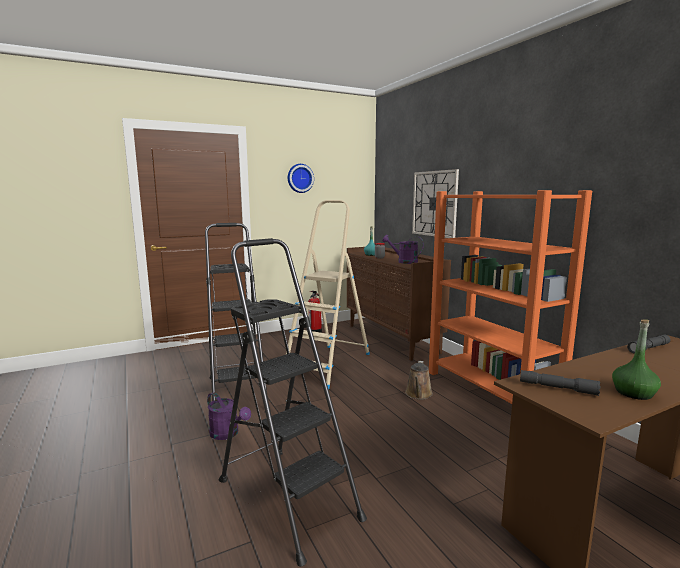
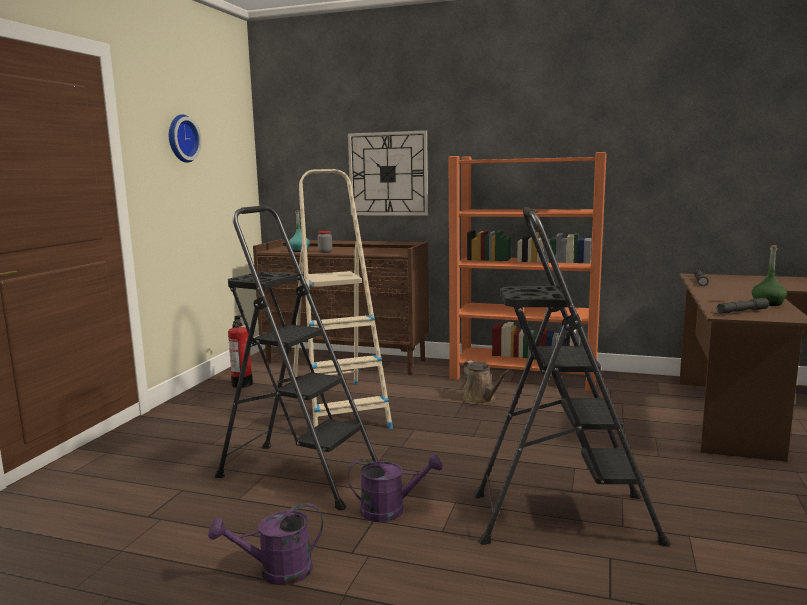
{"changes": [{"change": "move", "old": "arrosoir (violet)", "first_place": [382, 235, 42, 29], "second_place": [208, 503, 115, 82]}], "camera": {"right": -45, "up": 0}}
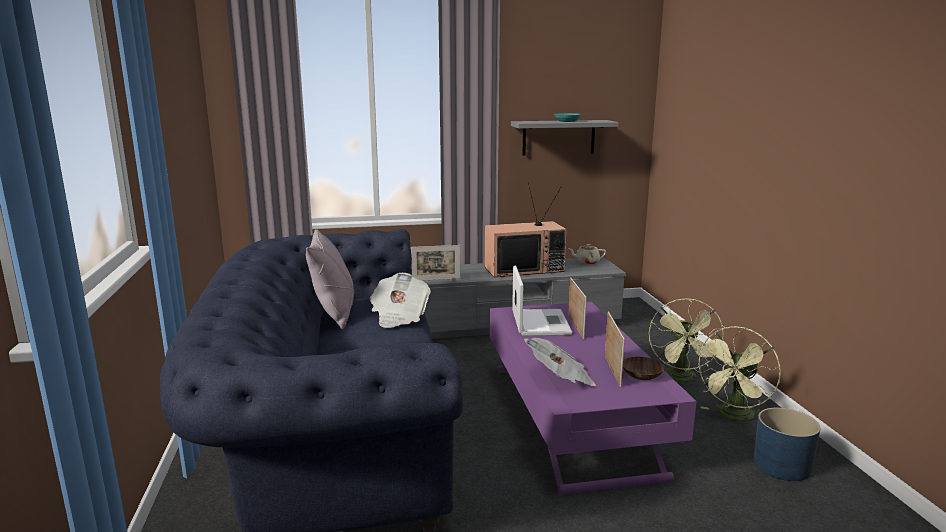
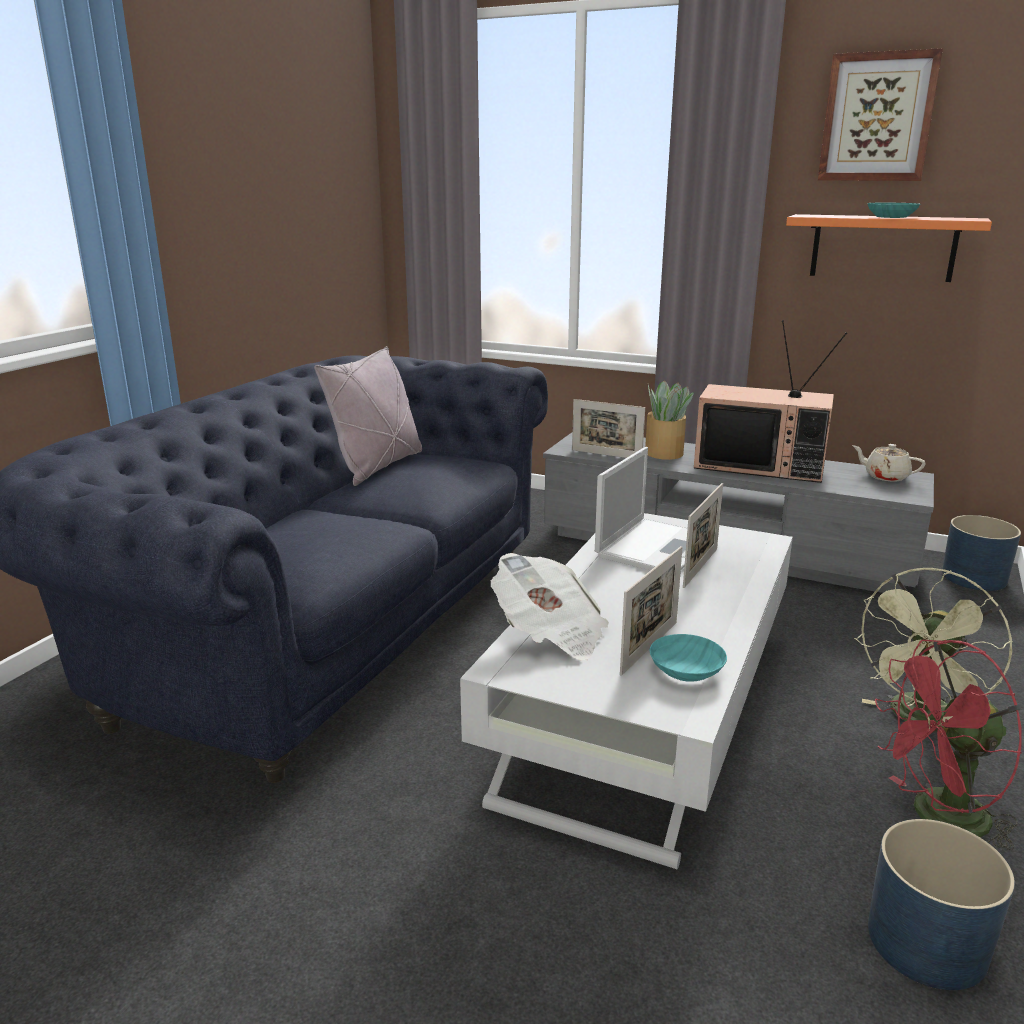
{"changes": [{"change": "recolor", "old": "table basse (violet)", "new": "table basse (blanc)", "first_place": [490, 302, 207, 193], "second_place": [460, 513, 333, 356]}, {"change": "insert", "new": "plante en pot", "second_place": [645, 381, 49, 79]}, {"change": "recolor", "old": "bol (marron)", "new": "bol (turquoise)", "first_place": [623, 357, 42, 23], "second_place": [649, 634, 78, 48]}, {"change": "recolor", "old": "étagère (gris)", "new": "étagère (orange)", "first_place": [511, 120, 108, 36], "second_place": [786, 214, 206, 68]}, {"change": "insert", "new": "tableau", "second_place": [818, 48, 125, 133]}, {"change": "recolor", "old": "ventilateur (vert)", "new": "ventilateur (rouge)", "first_place": [693, 326, 88, 96], "second_place": [875, 640, 147, 210]}, {"change": "insert", "new": "cache-pot (bleu)", "second_place": [942, 515, 79, 76]}, {"change": "delete", "old": "journal", "first_place": [370, 273, 61, 55]}], "camera": {"right": 35, "up": 5}}
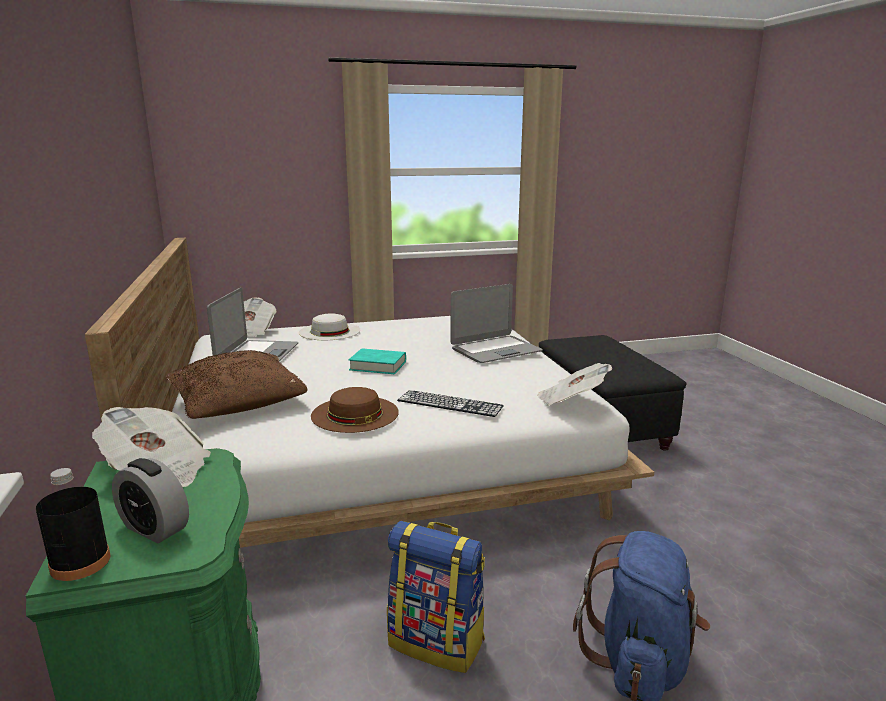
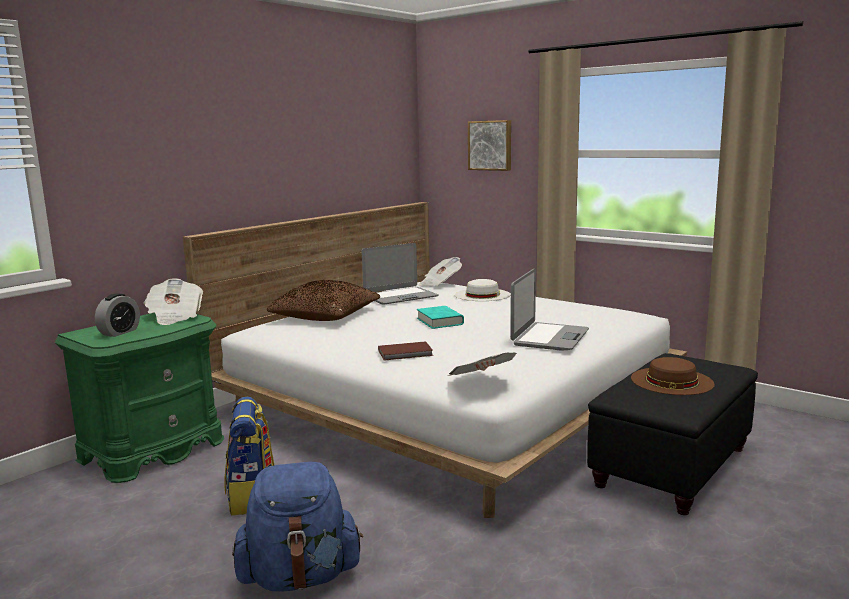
{"changes": [{"change": "rotate", "old": "réveil", "first_place": [112, 458, 77, 85], "second_place": [95, 293, 45, 44], "degrees": -150}, {"change": "replace", "old": "clavier", "new": "livre (marron)", "first_place": [397, 390, 107, 27], "second_place": [378, 341, 55, 20]}, {"change": "insert", "new": "tableau", "second_place": [468, 120, 43, 51]}, {"change": "rotate", "old": "ordinateur portable", "first_place": [451, 284, 92, 79], "second_place": [511, 269, 78, 82], "degrees": -90}, {"change": "move", "old": "chapeau (marron)", "first_place": [311, 387, 88, 46], "second_place": [631, 357, 84, 38]}, {"change": "delete", "old": "bouteille (noir)", "first_place": [36, 468, 75, 113]}], "camera": {"right": 55, "up": -5}}
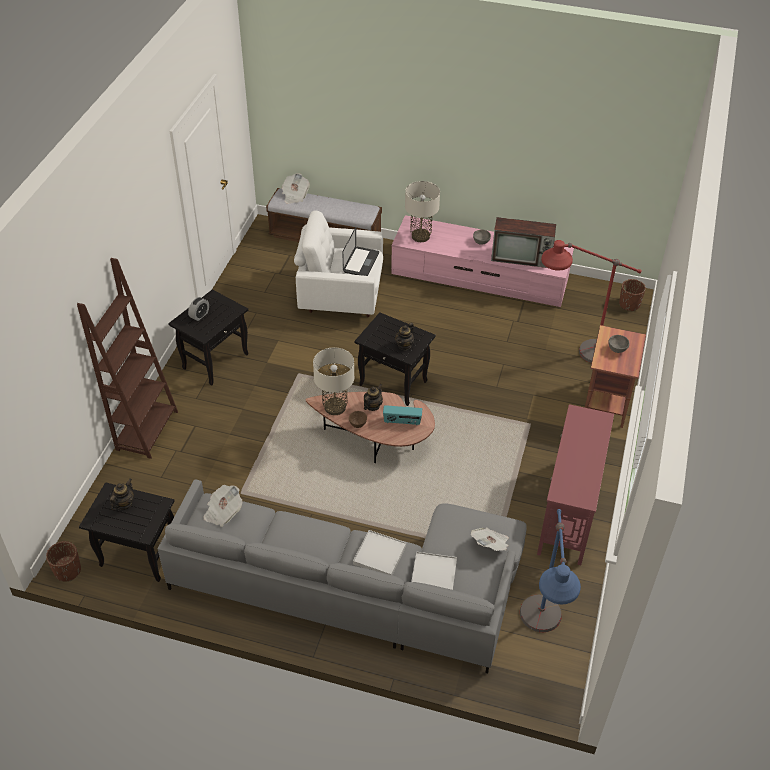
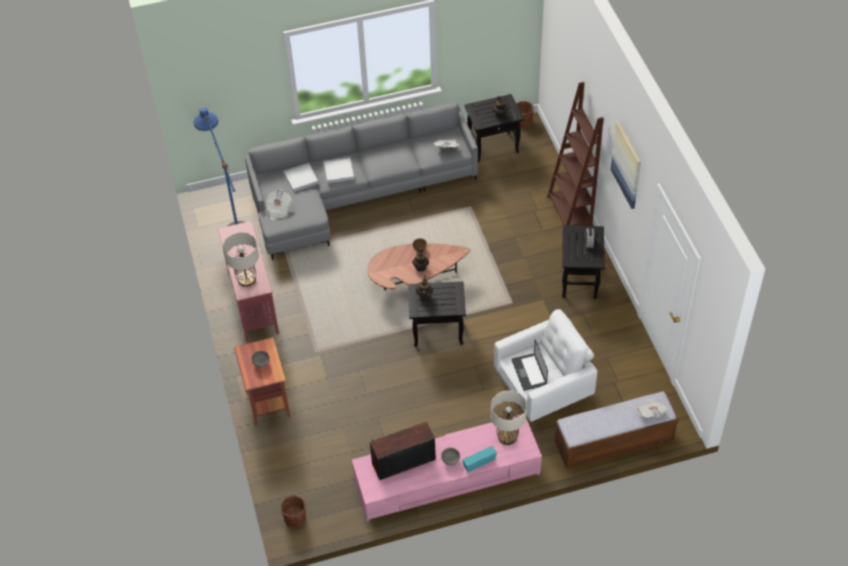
{"changes": [{"change": "move", "old": "lampe de table", "first_place": [313, 347, 41, 68], "second_place": [223, 232, 36, 55]}, {"change": "move", "old": "radio", "first_place": [383, 405, 39, 20], "second_place": [463, 446, 34, 26]}, {"change": "insert", "new": "tableau", "second_place": [611, 122, 30, 87]}, {"change": "delete", "old": "lampadaire (rouge)", "first_place": [541, 240, 101, 123]}], "camera": {"right": 150, "up": 5}}
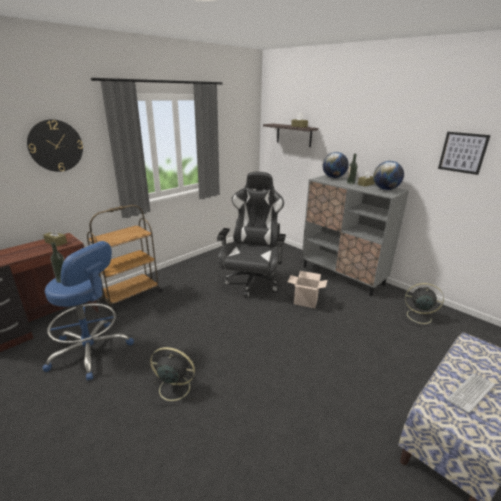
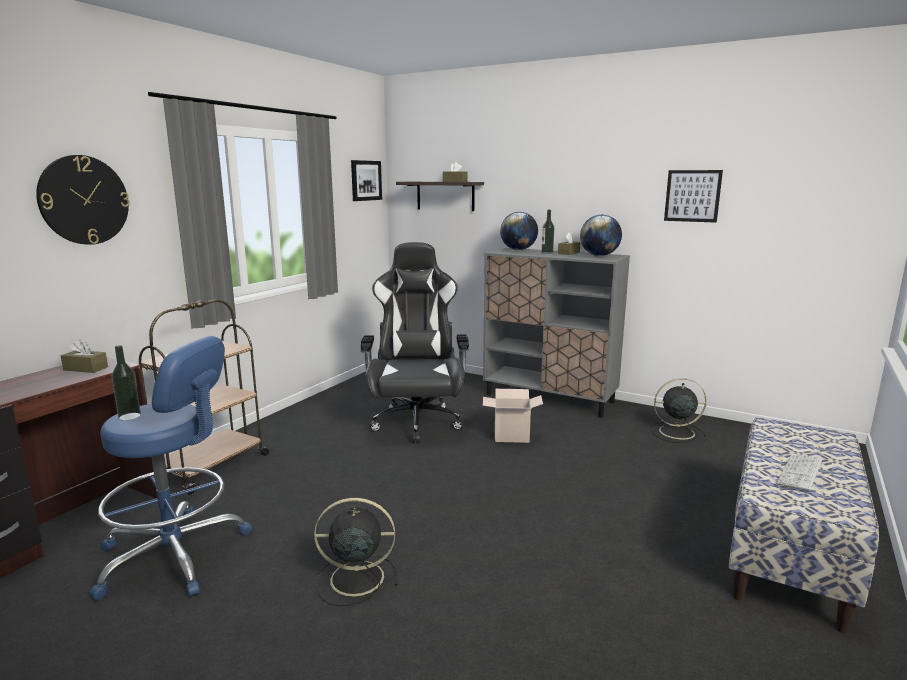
{"changes": [{"change": "insert", "new": "tableau", "second_place": [351, 160, 31, 41]}], "camera": {"right": -15, "up": -10}}
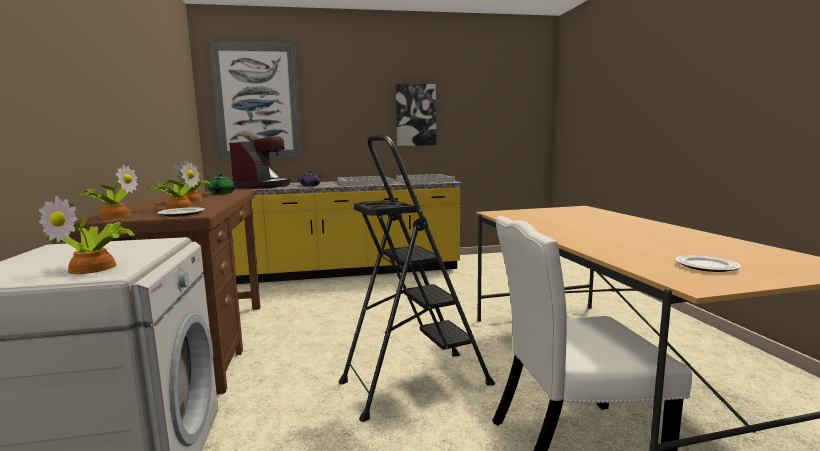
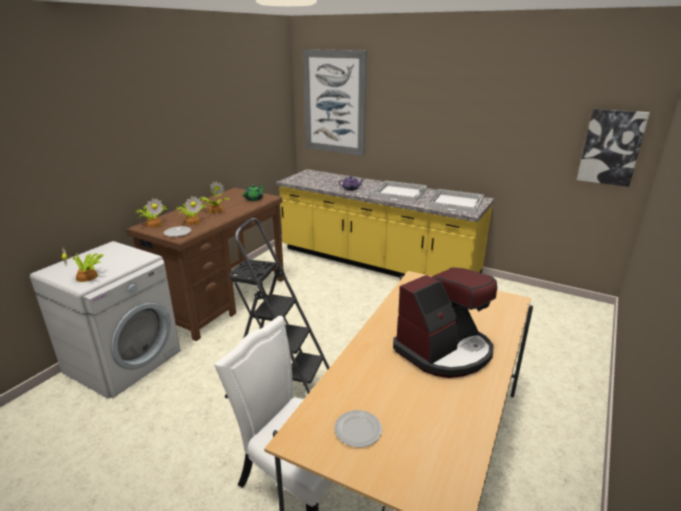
{"changes": [{"change": "move", "old": "machine à café", "first_place": [229, 137, 62, 52], "second_place": [393, 267, 104, 111]}, {"change": "move", "old": "tableau", "first_place": [396, 84, 40, 62], "second_place": [577, 109, 73, 78]}], "camera": {"right": 40, "up": 15}}
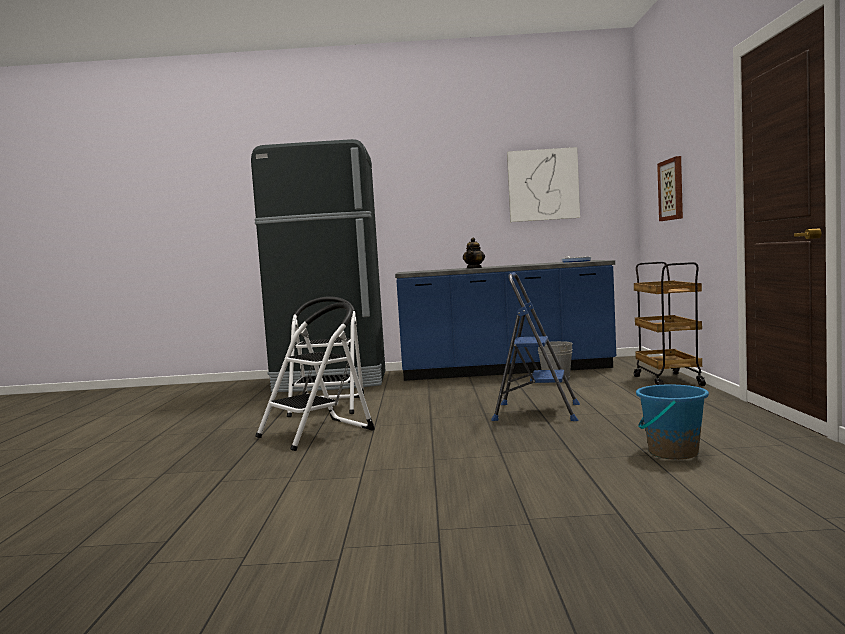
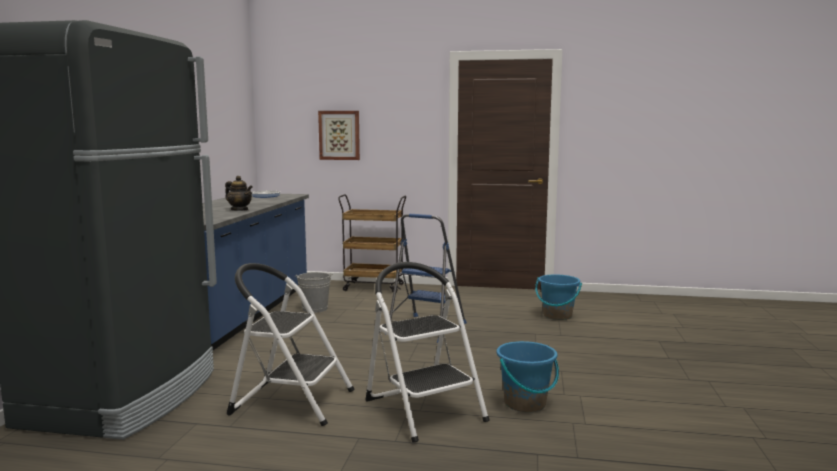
{"changes": [{"change": "insert", "new": "seau (bleu)", "second_place": [497, 341, 62, 71]}, {"change": "delete", "old": "tableau", "first_place": [507, 147, 73, 75]}], "camera": {"right": -80, "up": 5}}
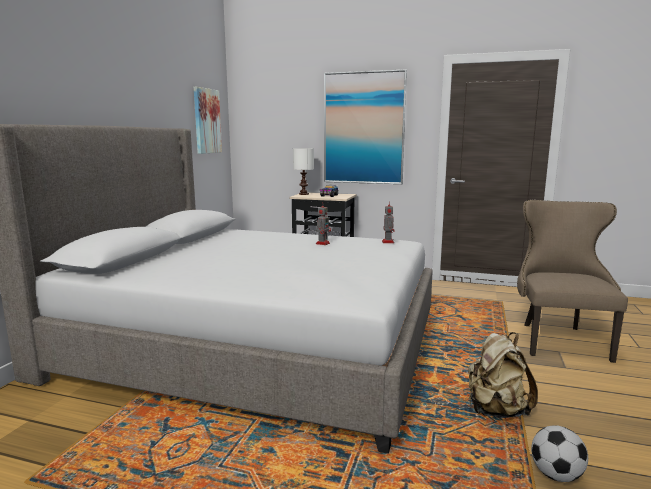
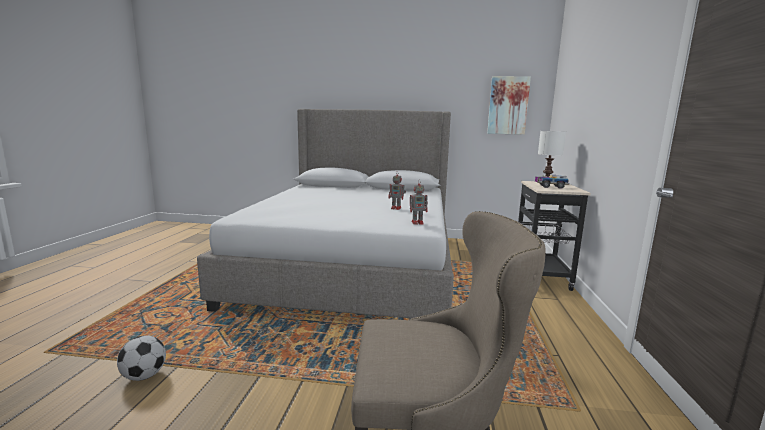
{"changes": [{"change": "delete", "old": "tableau", "first_place": [324, 69, 83, 115]}, {"change": "delete", "old": "sac à dos (beige)", "first_place": [468, 332, 70, 86]}], "camera": {"right": 80, "up": 0}}
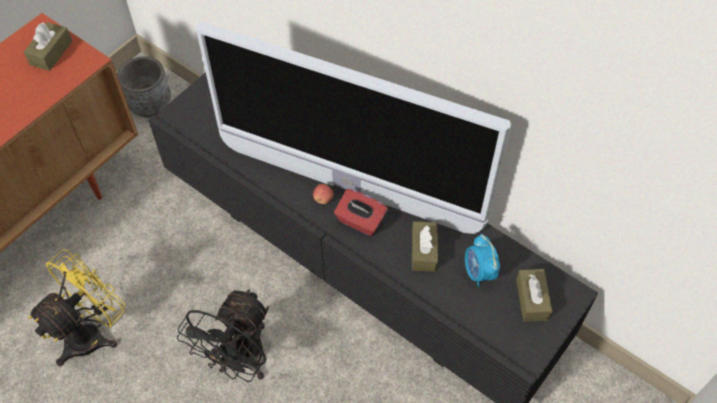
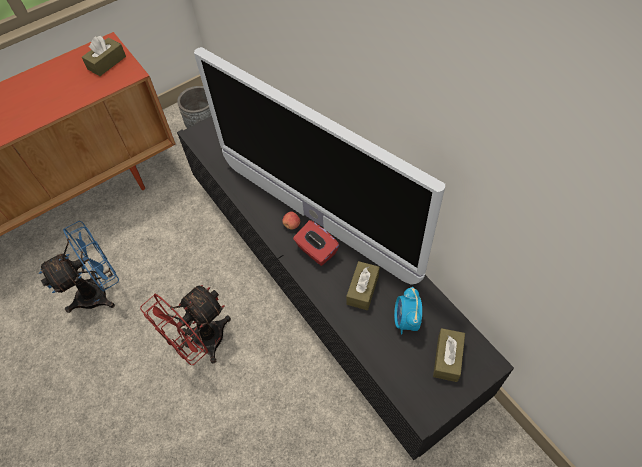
{"changes": [{"change": "recolor", "old": "ventilateur (jaune)", "new": "ventilateur (bleu)", "first_place": [28, 249, 97, 118], "second_place": [39, 221, 80, 92]}, {"change": "recolor", "old": "ventilateur (noir)", "new": "ventilateur (rouge)", "first_place": [177, 289, 92, 93], "second_place": [140, 285, 91, 80]}], "camera": {"right": 20, "up": 0}}
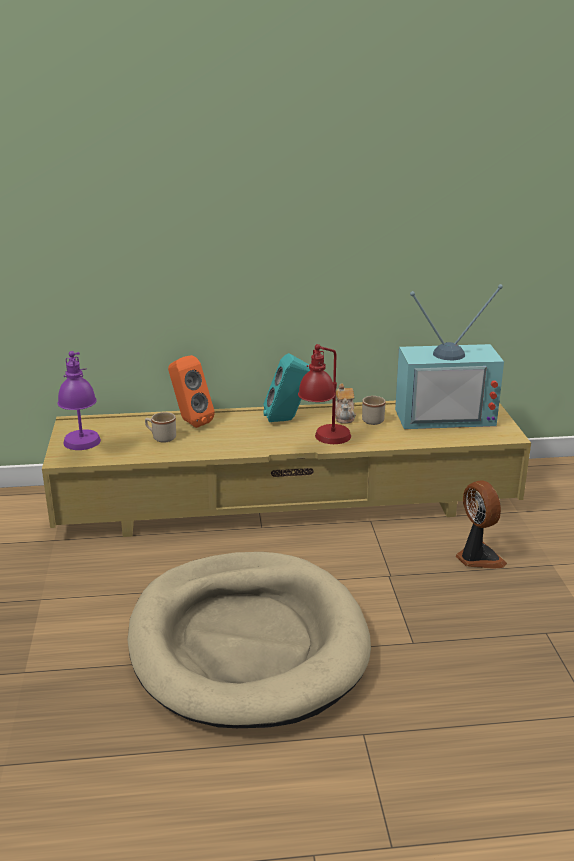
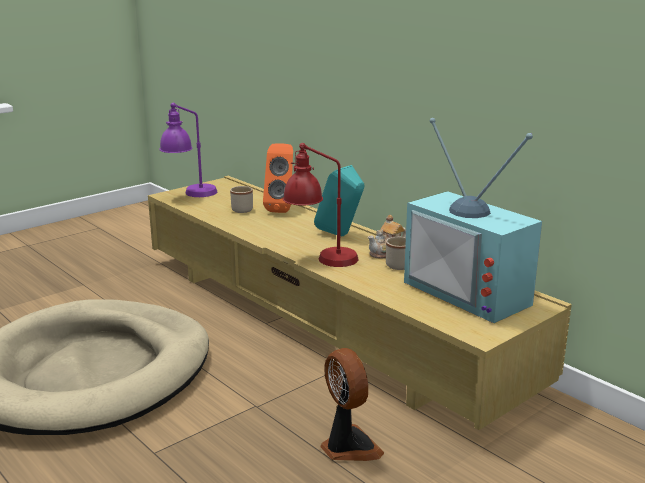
{"changes": [{"change": "rotate", "old": "ventilateur", "first_place": [456, 480, 51, 89], "second_place": [320, 348, 64, 113], "degrees": -60}], "camera": {"right": 55, "up": -5}}
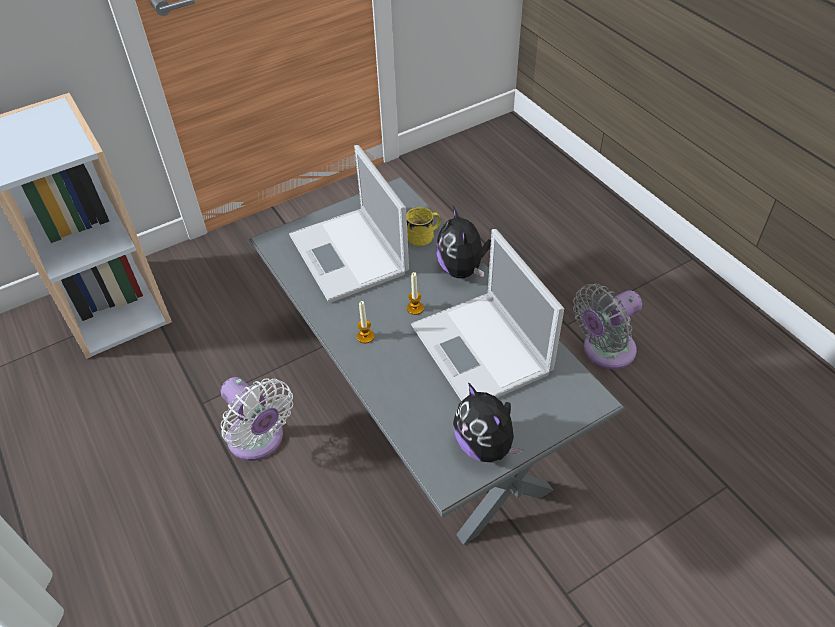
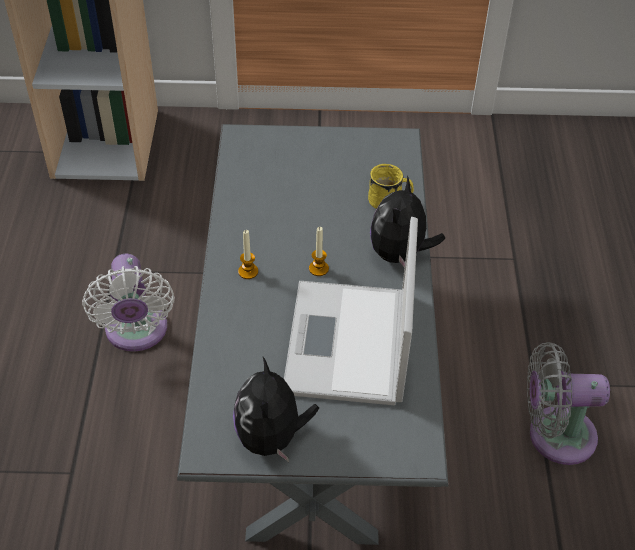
{"changes": [{"change": "delete", "old": "ordinateur portable", "first_place": [289, 145, 120, 158]}], "camera": {"right": 30, "up": 0}}
